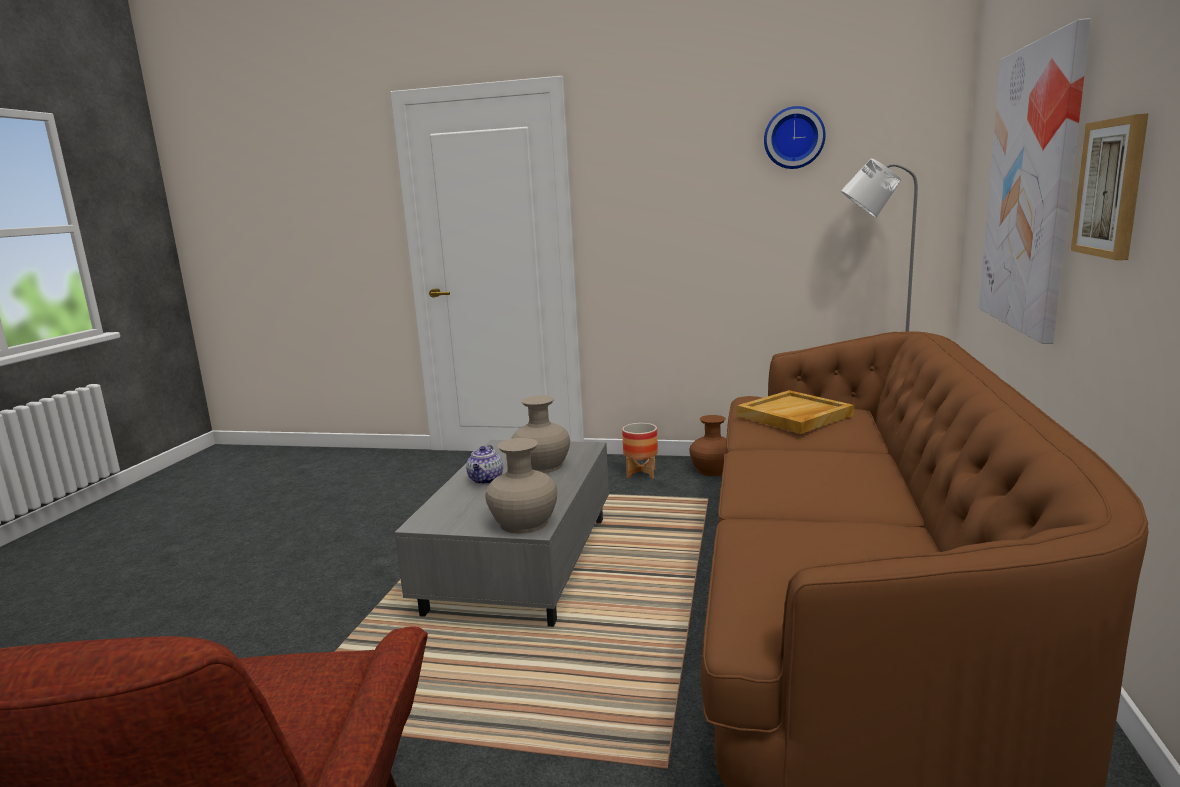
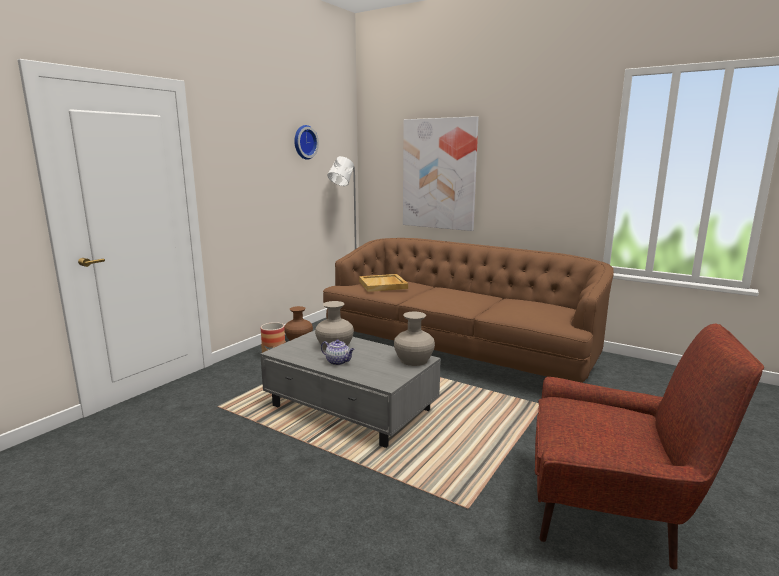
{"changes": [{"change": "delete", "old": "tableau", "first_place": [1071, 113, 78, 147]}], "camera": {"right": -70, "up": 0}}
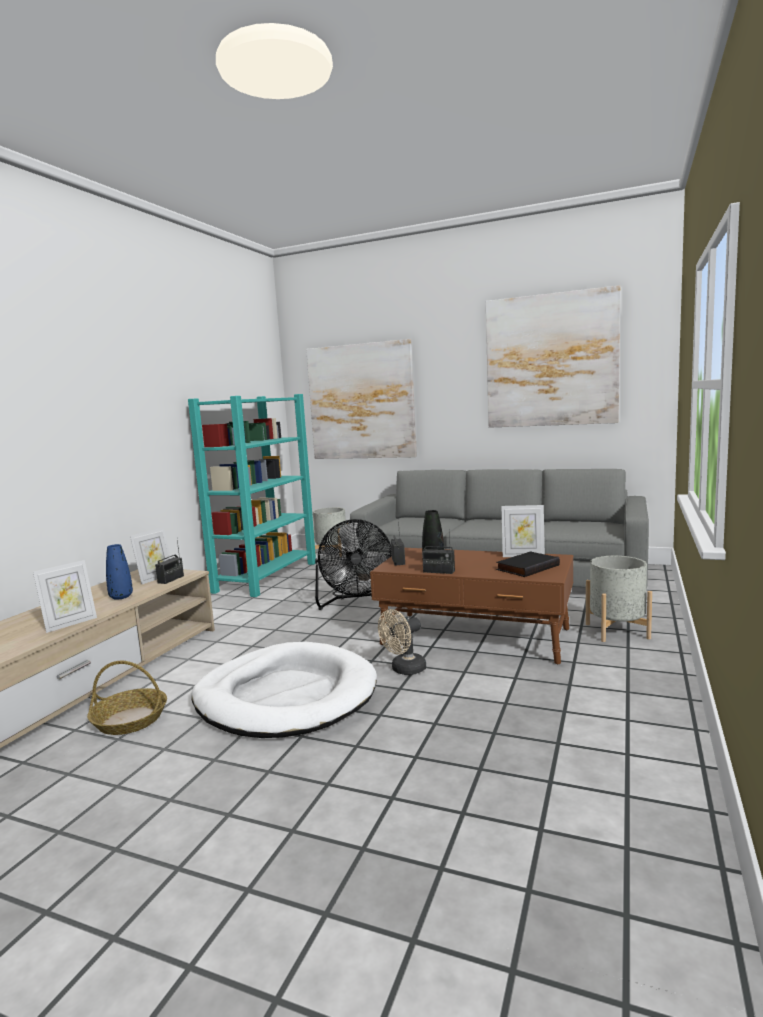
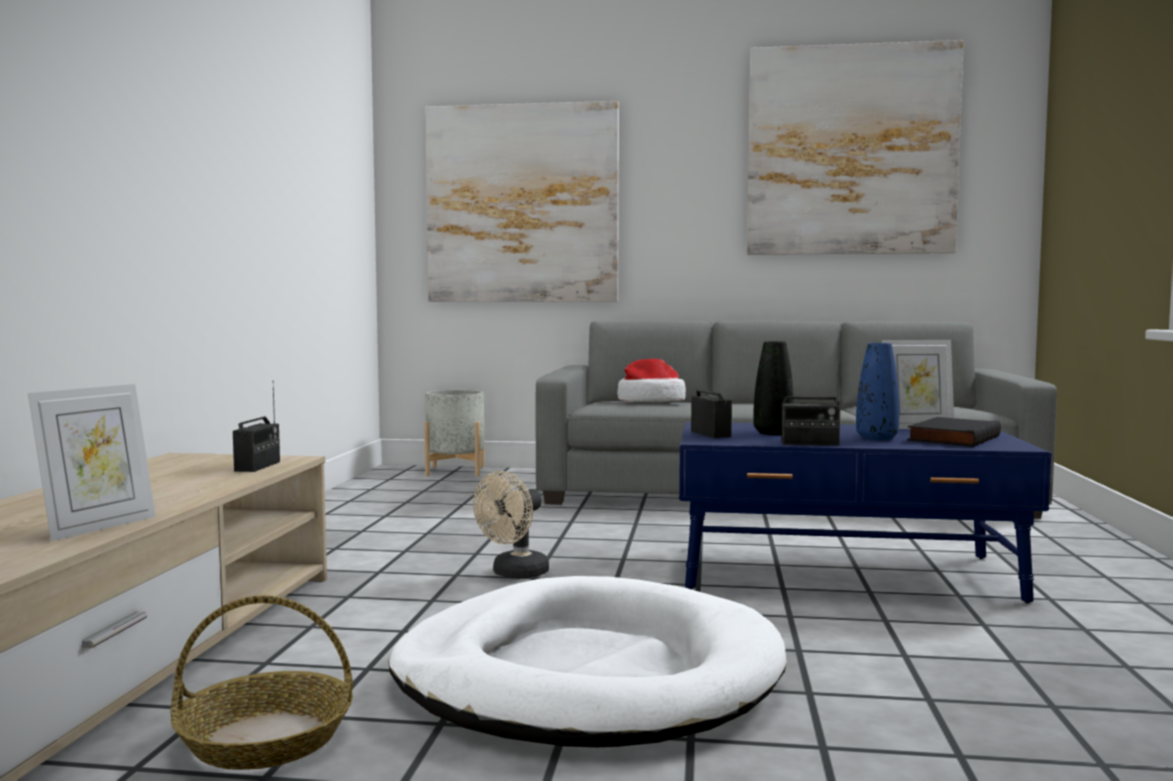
{"changes": [{"change": "move", "old": "ventilateur (beige)", "first_place": [378, 609, 48, 66], "second_place": [473, 471, 76, 107]}, {"change": "insert", "new": "chapeau", "second_place": [617, 359, 69, 43]}, {"change": "recolor", "old": "table basse (marron)", "new": "table basse (bleu)", "first_place": [370, 548, 203, 117], "second_place": [679, 422, 373, 181]}, {"change": "move", "old": "vase (bleu)", "first_place": [106, 544, 27, 56], "second_place": [856, 343, 43, 97]}, {"change": "delete", "old": "cadre photo", "first_place": [130, 527, 41, 57]}, {"change": "delete", "old": "bibliothèque (turquoise)", "first_place": [188, 394, 128, 203]}, {"change": "delete", "old": "ventilateur (noir)", "first_place": [315, 519, 77, 91]}, {"change": "delete", "old": "cache-pot (gris)", "first_place": [586, 556, 66, 86]}], "camera": {"right": -15, "up": -5}}
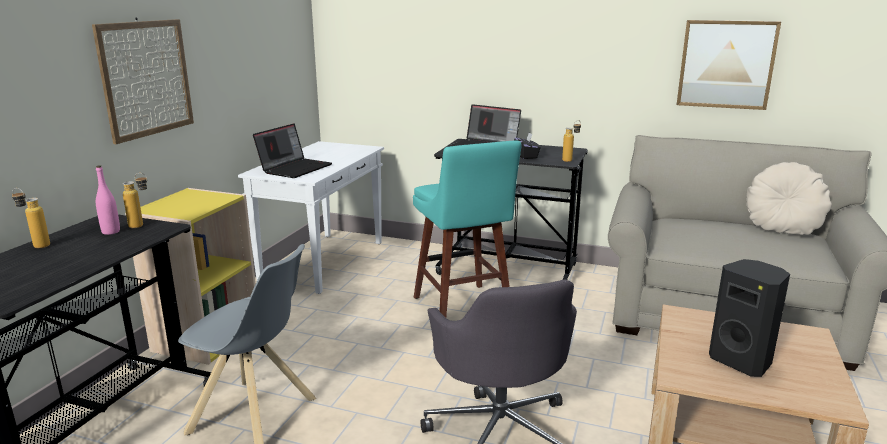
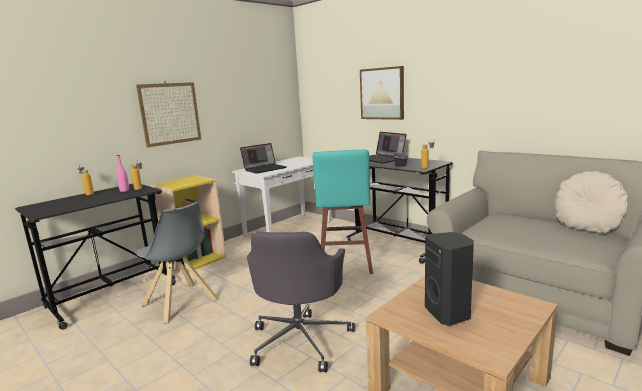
{"changes": [{"change": "move", "old": "tableau", "first_place": [677, 20, 104, 90], "second_place": [360, 66, 44, 54]}], "camera": {"right": 25, "up": -5}}
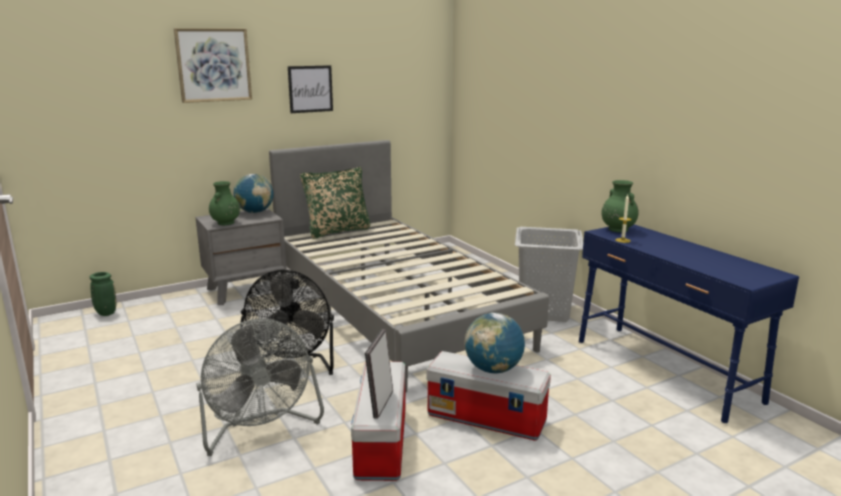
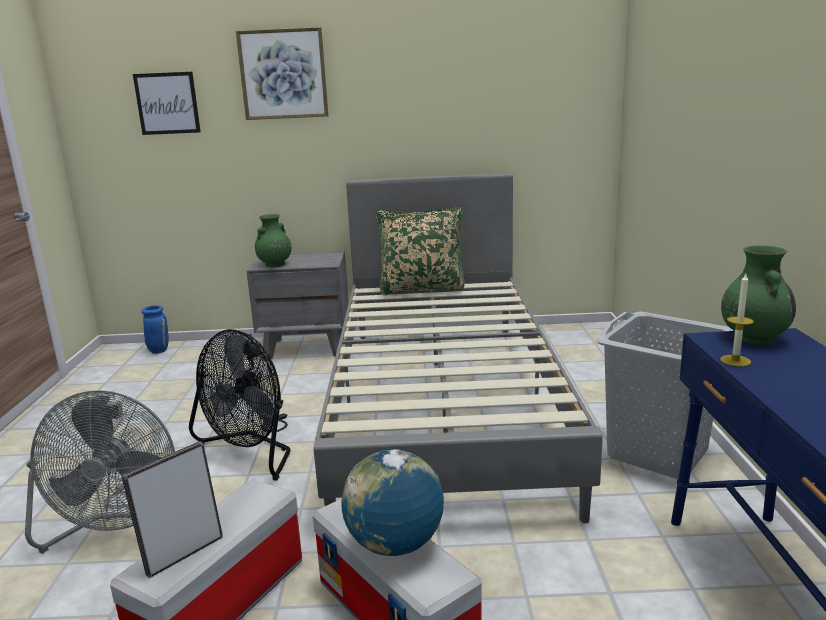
{"changes": [{"change": "move", "old": "tableau", "first_place": [288, 65, 45, 48], "second_place": [133, 72, 68, 63]}, {"change": "recolor", "old": "vase (vert)", "new": "vase (bleu)", "first_place": [90, 272, 27, 44], "second_place": [142, 305, 27, 49]}, {"change": "delete", "old": "globe", "first_place": [233, 174, 41, 39]}], "camera": {"right": 30, "up": 0}}
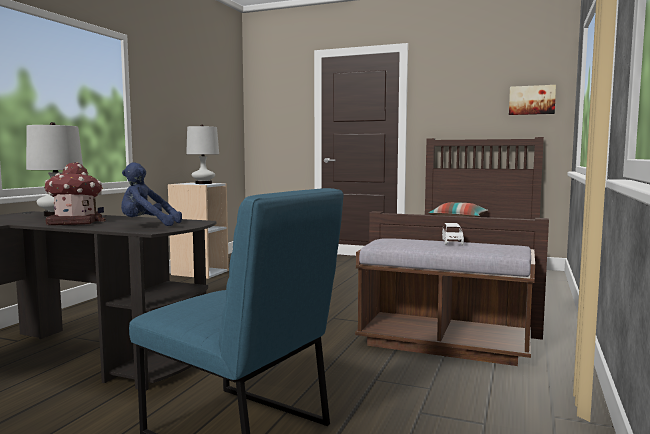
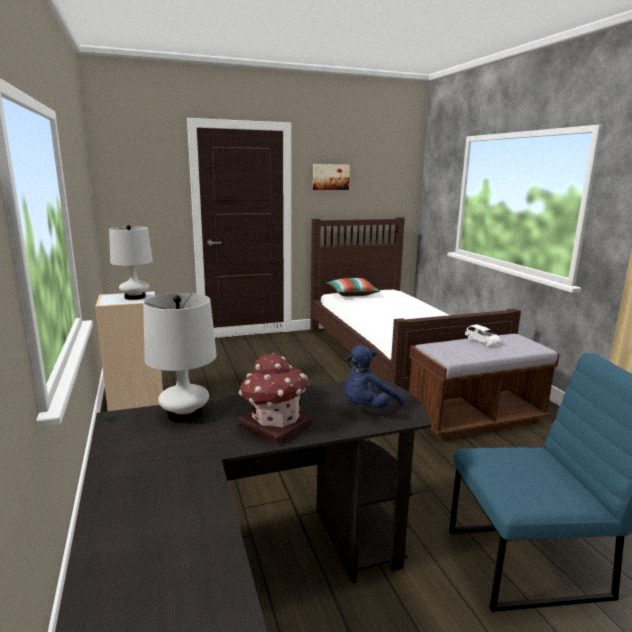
{"changes": [{"change": "move", "old": "tableau", "first_place": [509, 85, 47, 30], "second_place": [313, 164, 37, 26]}], "camera": {"right": -40, "up": 10}}
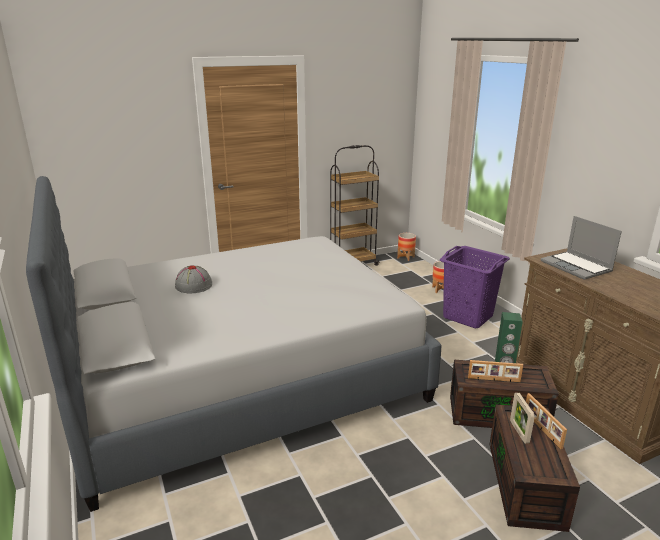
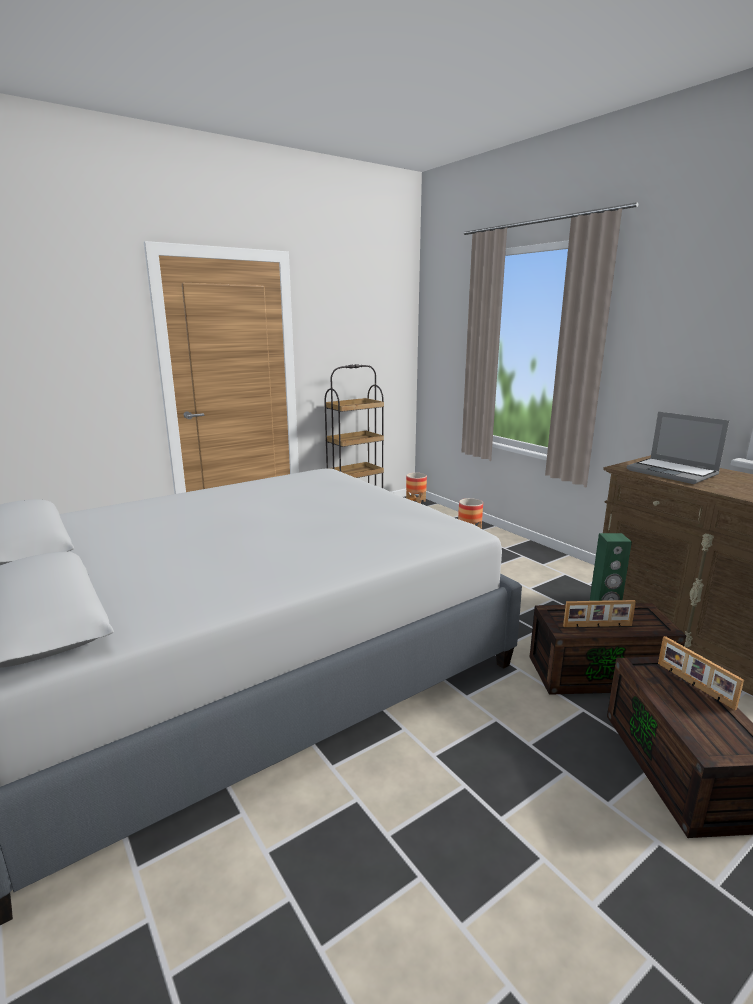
{"changes": [{"change": "delete", "old": "chapeau (gris)", "first_place": [175, 266, 37, 27]}, {"change": "delete", "old": "panier à linge (violet)", "first_place": [440, 246, 70, 83]}, {"change": "delete", "old": "cadre photo", "first_place": [510, 393, 25, 51]}], "camera": {"right": -10, "up": -5}}
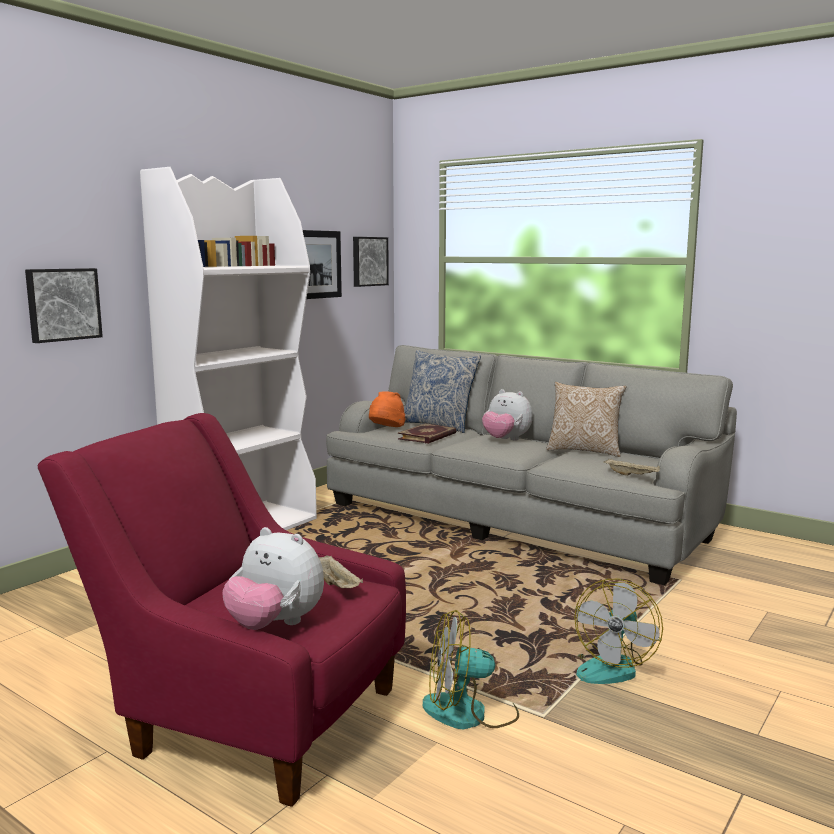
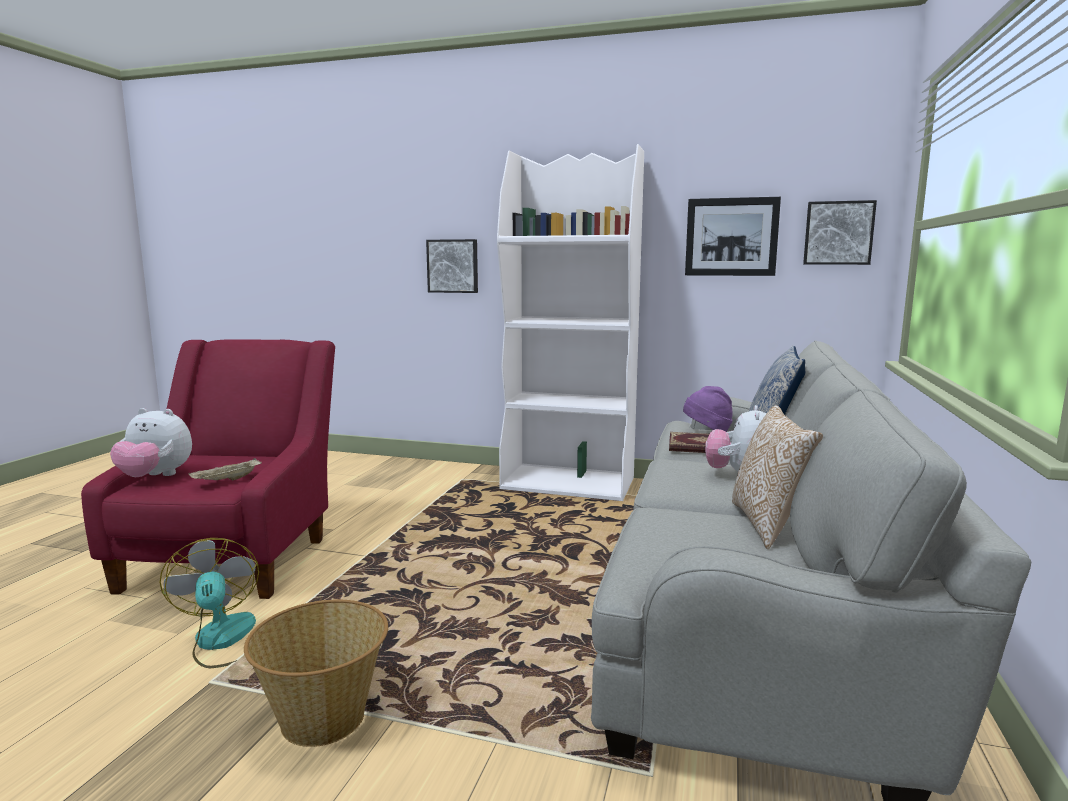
{"changes": [{"change": "rotate", "old": "peluche", "first_place": [223, 527, 101, 103], "second_place": [110, 408, 82, 69], "degrees": -90}, {"change": "replace", "old": "ventilateur", "new": "panier", "first_place": [574, 579, 89, 105], "second_place": [244, 600, 144, 147]}, {"change": "recolor", "old": "chapeau (orange)", "new": "chapeau (violet)", "first_place": [369, 391, 36, 36], "second_place": [683, 386, 50, 46]}, {"change": "delete", "old": "plateau (beige)", "first_place": [603, 459, 57, 17]}], "camera": {"right": 70, "up": 0}}
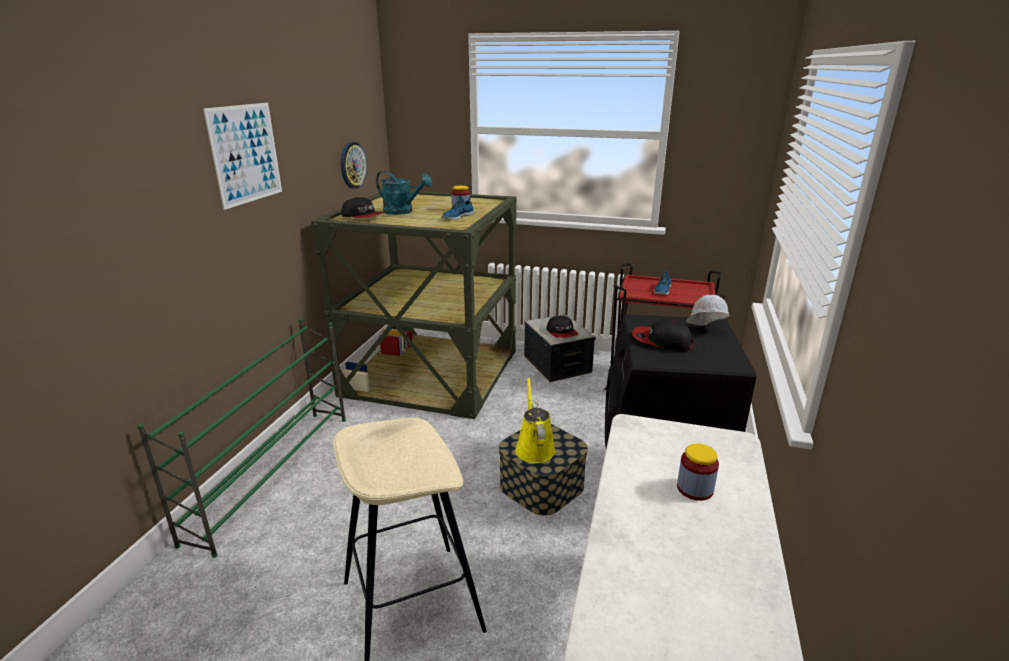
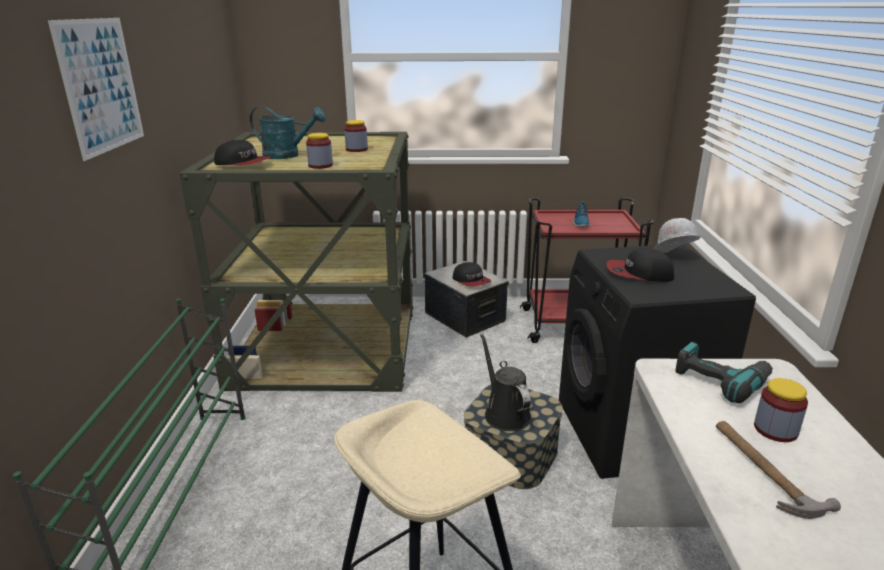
{"changes": [{"change": "insert", "new": "bocal", "second_place": [306, 133, 27, 36]}, {"change": "recolor", "old": "arrosoir (jaune)", "new": "arrosoir (noir)", "first_place": [515, 377, 41, 86], "second_place": [480, 334, 51, 97]}, {"change": "insert", "new": "perceuse", "second_place": [675, 342, 98, 61]}, {"change": "insert", "new": "marteau", "second_place": [716, 421, 125, 98]}, {"change": "delete", "old": "horloge murale", "first_place": [341, 142, 26, 47]}, {"change": "delete", "old": "chaussure", "first_place": [442, 195, 32, 25]}], "camera": {"right": -15, "up": 0}}
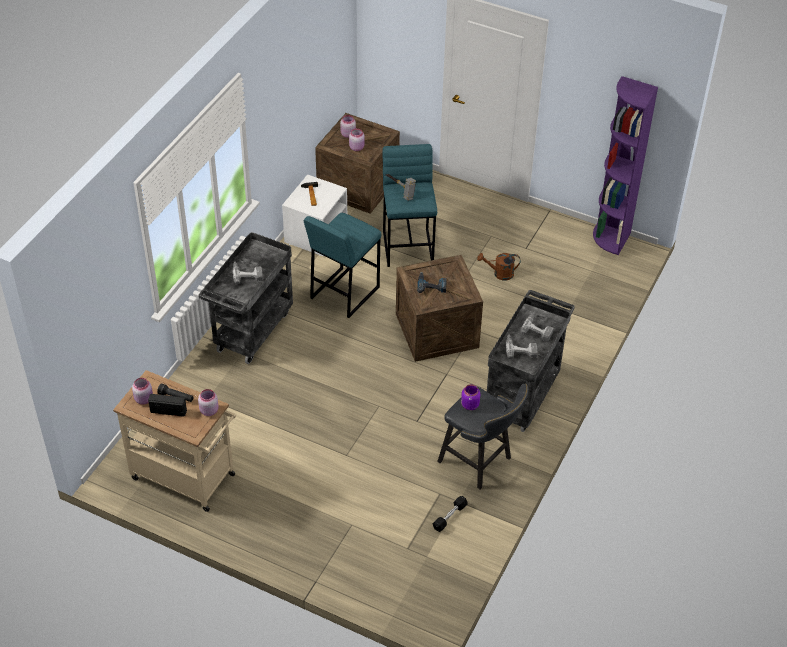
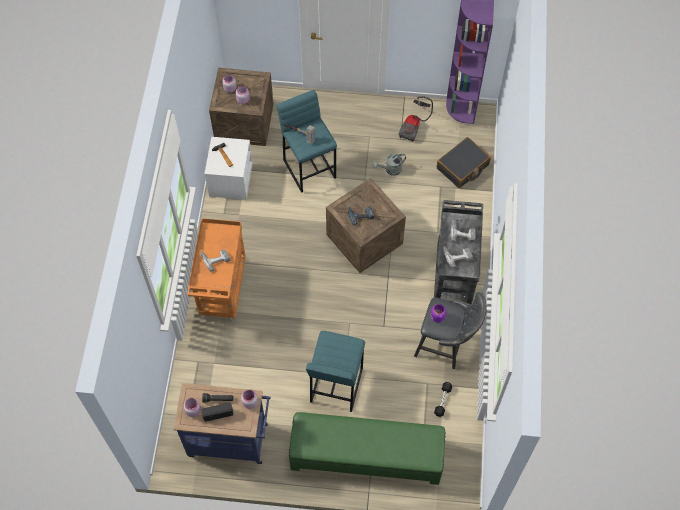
{"changes": [{"change": "recolor", "old": "chariot (beige)", "new": "chariot (bleu)", "first_place": [113, 370, 123, 142], "second_place": [173, 383, 98, 81]}, {"change": "recolor", "old": "chariot (noir)", "new": "chariot (orange)", "first_place": [199, 232, 94, 132], "second_place": [187, 218, 58, 104]}, {"change": "insert", "new": "banc (vert)", "second_place": [289, 412, 156, 73]}, {"change": "move", "old": "tabouret (turquoise)", "first_place": [303, 213, 78, 105], "second_place": [306, 331, 59, 81]}, {"change": "recolor", "old": "arrosoir (marron)", "new": "arrosoir (gris)", "first_place": [477, 253, 43, 28], "second_place": [372, 154, 34, 22]}, {"change": "insert", "new": "aspirateur", "second_place": [399, 96, 34, 46]}, {"change": "insert", "new": "valise (noir)", "second_place": [437, 137, 54, 51]}], "camera": {"right": -20, "up": 15}}
